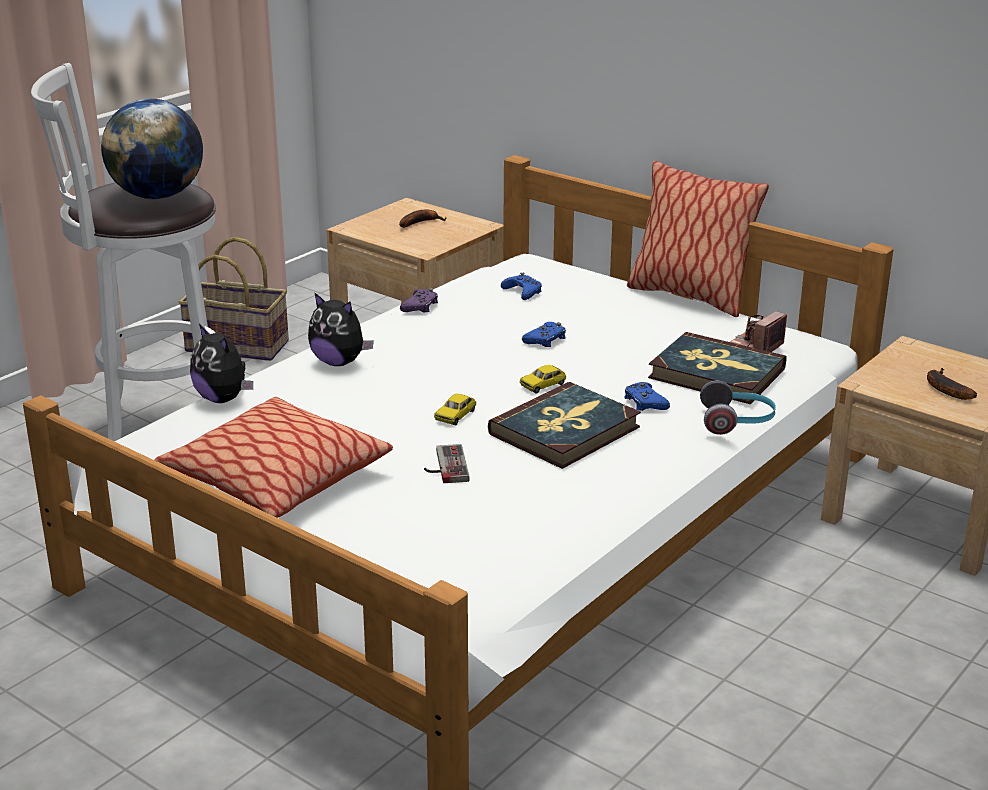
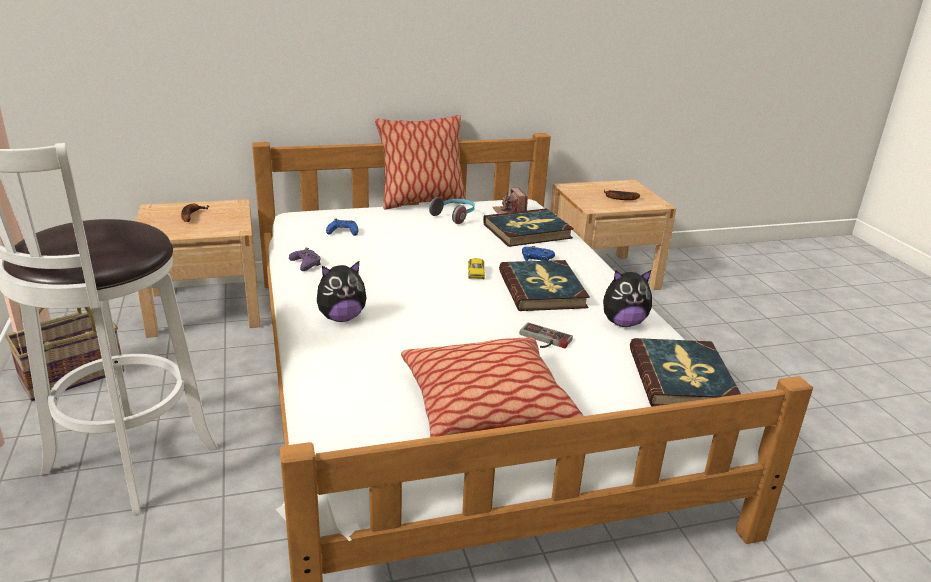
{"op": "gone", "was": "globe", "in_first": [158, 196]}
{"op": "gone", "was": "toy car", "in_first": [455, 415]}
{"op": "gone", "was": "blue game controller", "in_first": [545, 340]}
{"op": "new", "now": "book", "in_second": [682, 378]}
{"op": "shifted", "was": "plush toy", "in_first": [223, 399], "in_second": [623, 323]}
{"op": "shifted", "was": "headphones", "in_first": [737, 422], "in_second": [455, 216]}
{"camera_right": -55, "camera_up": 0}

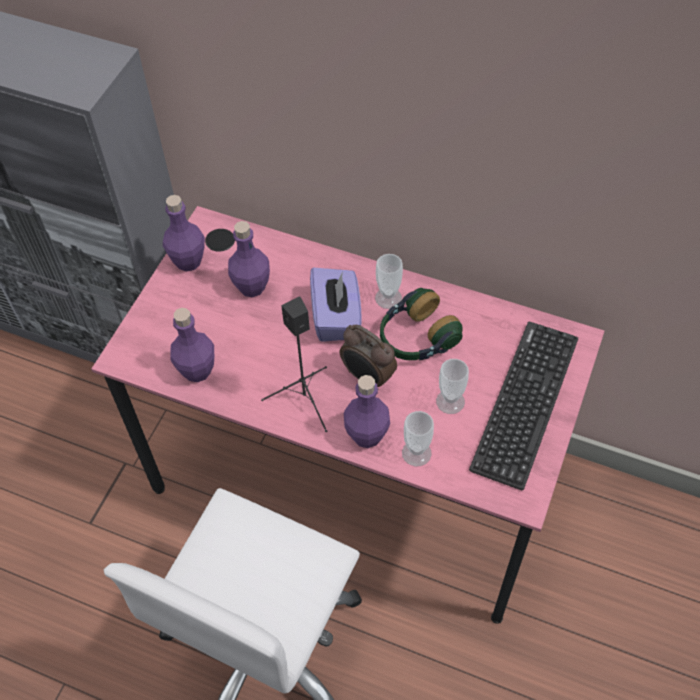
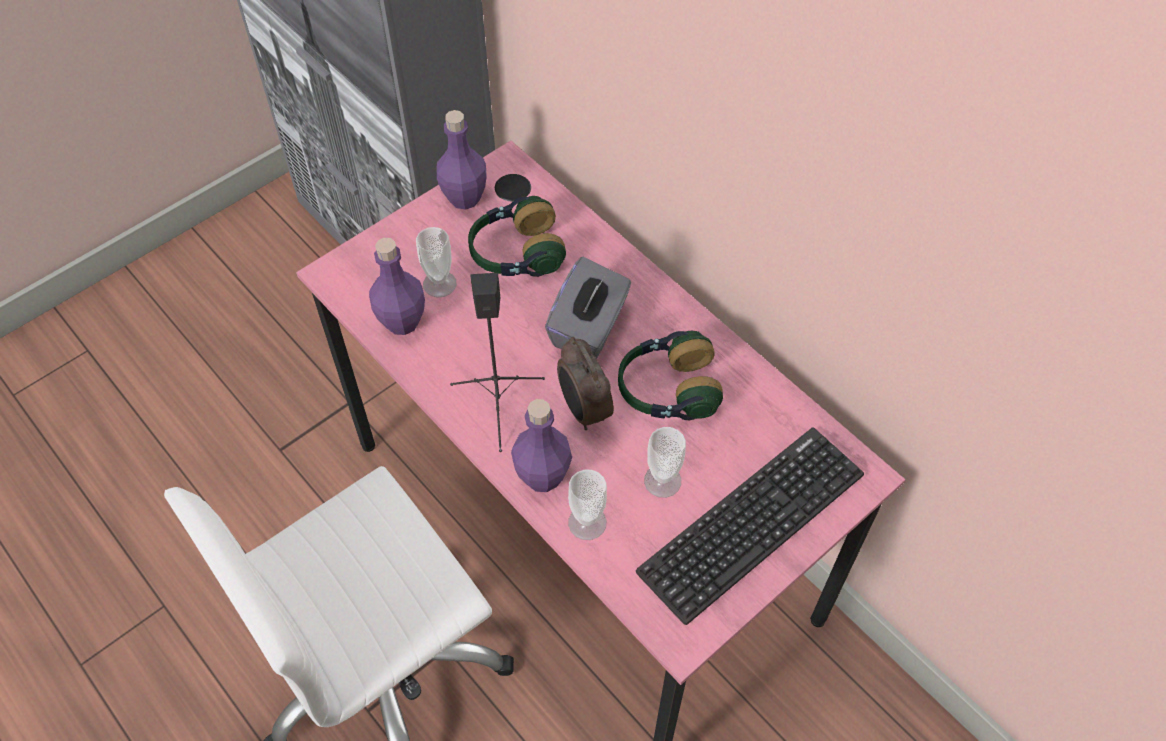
{"op": "shifted", "was": "cup", "in_first": [388, 298], "in_second": [439, 284]}
{"op": "swapped", "was": "purple bottle", "now": "headphones", "in_first": [252, 287], "in_second": [516, 253]}
{"op": "repainted", "was": "purple tissue box", "now": "grey tissue box", "in_first": [336, 317], "in_second": [589, 327]}
{"camera_right": 25, "camera_up": 0}

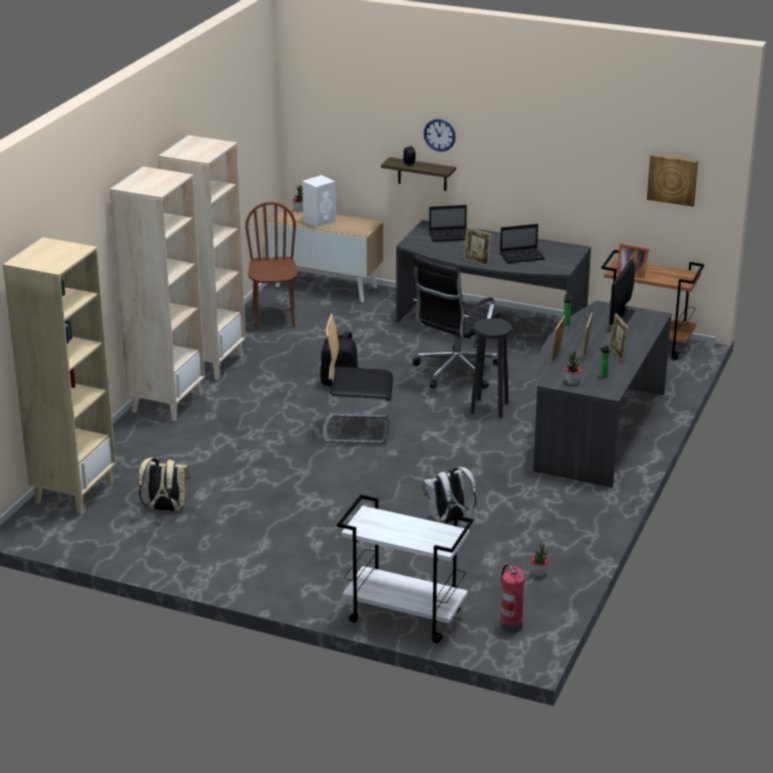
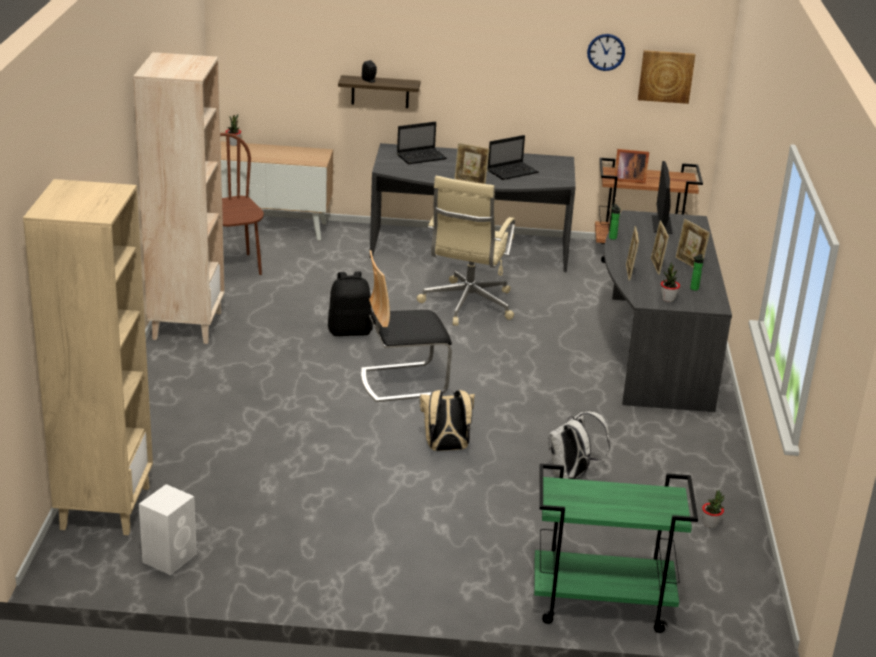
{"op": "gone", "was": "beige bookcase", "in_first": [167, 402]}
{"op": "gone", "was": "black stool", "in_first": [489, 408]}
{"op": "gone", "was": "fire extinguisher", "in_first": [510, 625]}
{"op": "shifted", "was": "beige backpack", "in_first": [165, 509], "in_second": [446, 448]}
{"op": "shifted", "was": "white speaker", "in_first": [320, 221], "in_second": [170, 557]}
{"op": "shifted", "was": "wall clock", "in_first": [439, 135], "in_second": [606, 52]}
{"op": "repainted", "was": "white cart", "now": "green cart", "in_first": [403, 616], "in_second": [600, 605]}
{"op": "repainted", "was": "black office chair", "now": "beige office chair", "in_first": [454, 372], "in_second": [467, 305]}
{"camera_right": -20, "camera_up": 0}

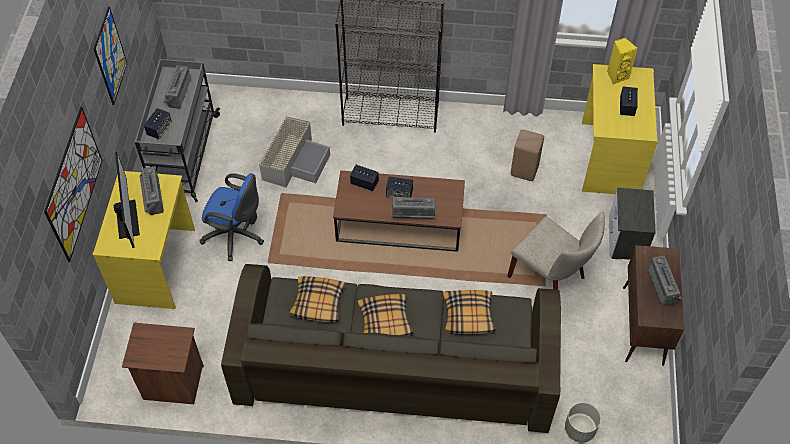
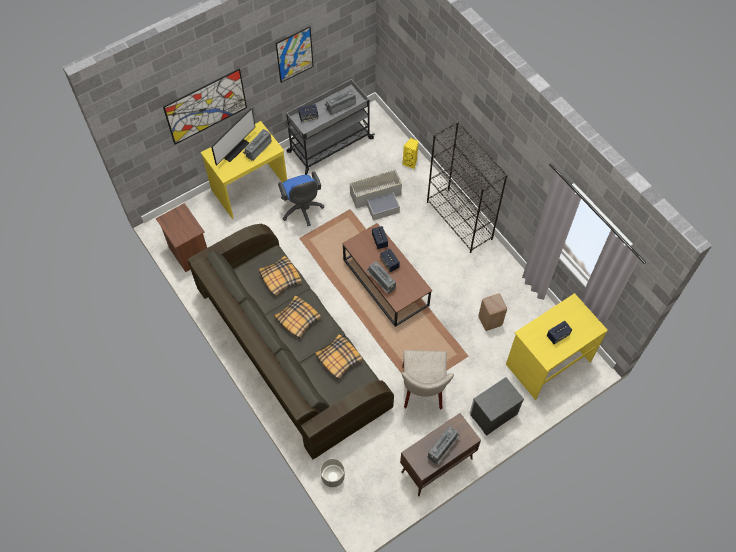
{"op": "shifted", "was": "yellow speaker", "in_first": [616, 76], "in_second": [410, 162]}
{"camera_right": 50, "camera_up": 5}

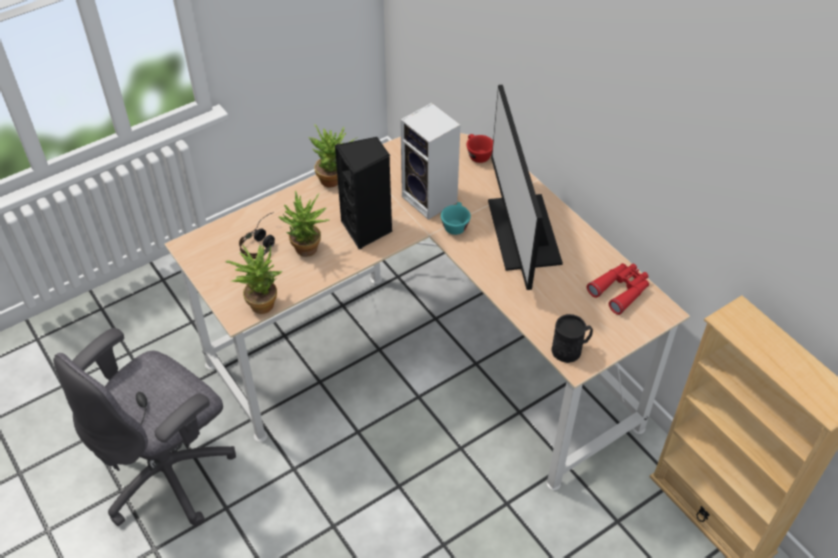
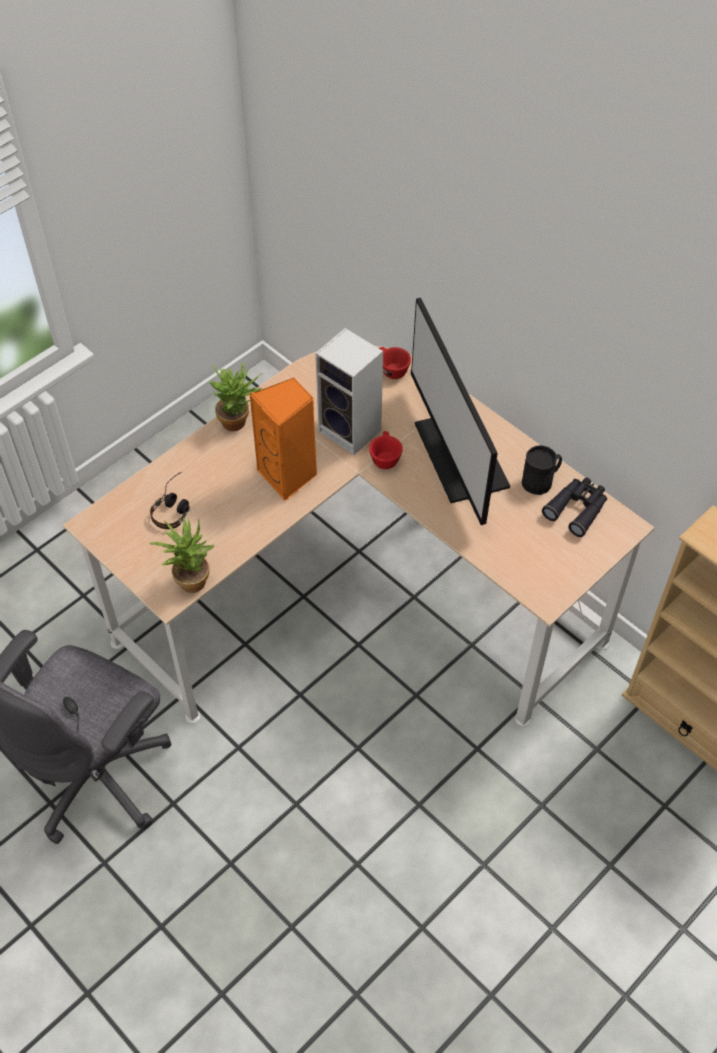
{"op": "gone", "was": "potted plant", "in_first": [307, 252]}
{"op": "shifted", "was": "black mug", "in_first": [570, 349], "in_second": [540, 481]}
{"op": "repainted", "was": "black speaker", "now": "orange speaker", "in_first": [367, 229], "in_second": [289, 476]}
{"op": "repainted", "was": "turquoise cup", "now": "red cup", "in_first": [455, 225], "in_second": [384, 457]}
{"op": "repainted", "was": "red binoculars", "now": "black binoculars", "in_first": [620, 290], "in_second": [577, 508]}
{"camera_right": -10, "camera_up": 5}

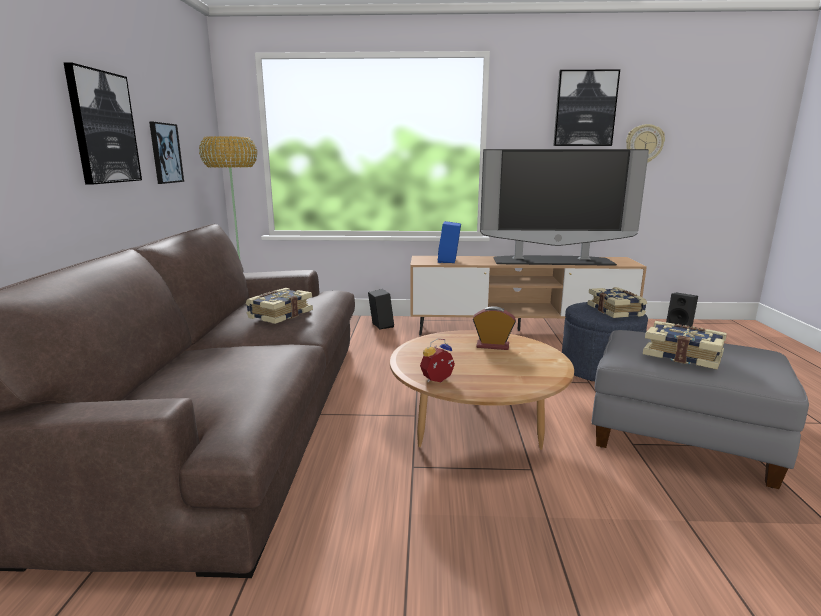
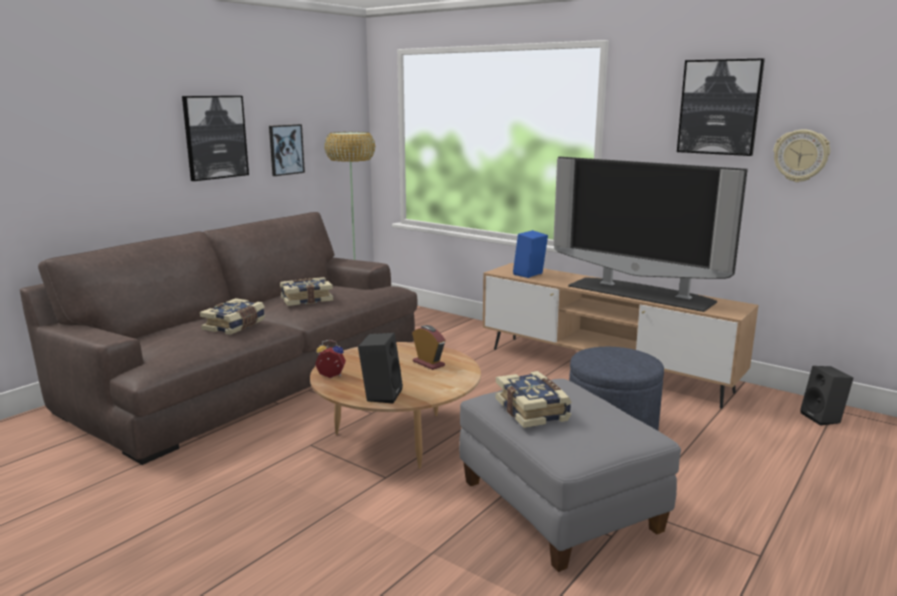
{"op": "shifted", "was": "black speaker", "in_first": [380, 325], "in_second": [381, 394]}
{"op": "shifted", "was": "book", "in_first": [616, 311], "in_second": [235, 326]}
{"camera_right": 35, "camera_up": 0}

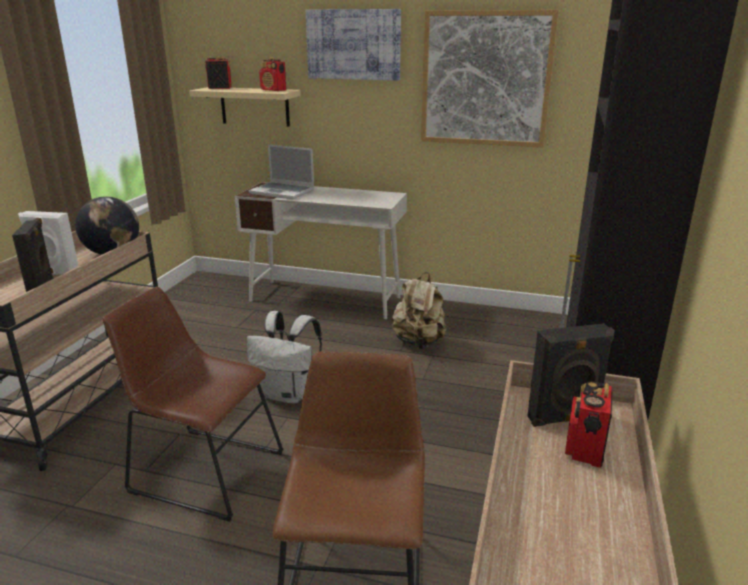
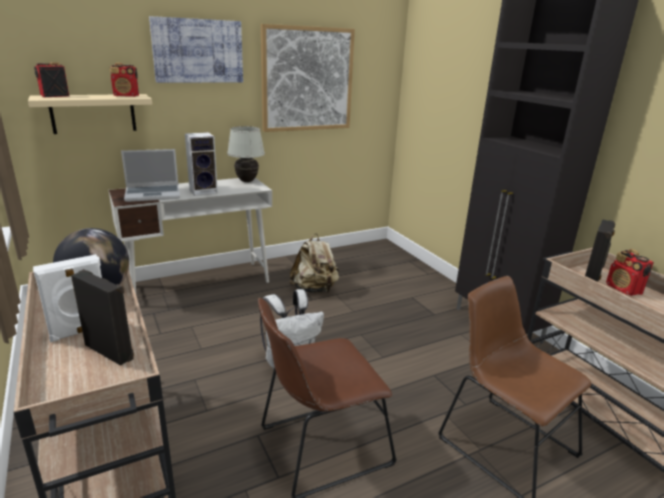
{"op": "new", "now": "speaker", "in_second": [204, 191]}
{"op": "new", "now": "white table lamp", "in_second": [247, 181]}
{"camera_right": -45, "camera_up": 0}

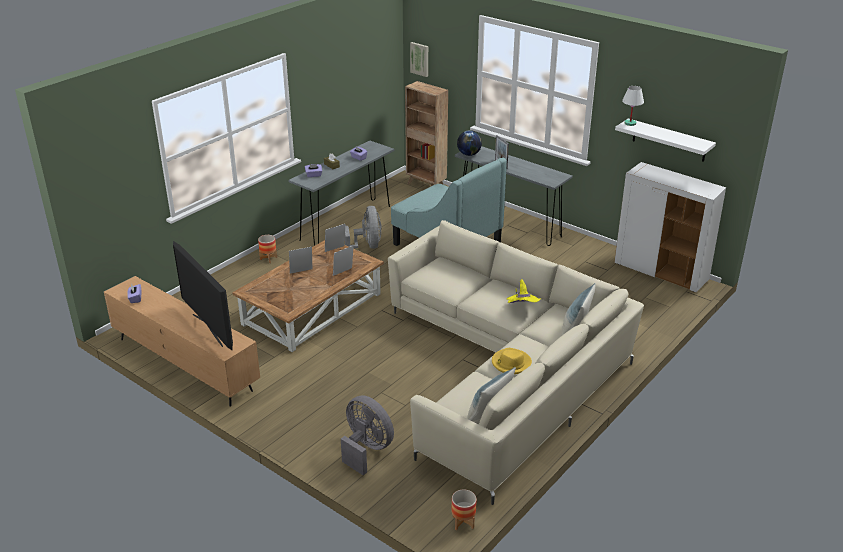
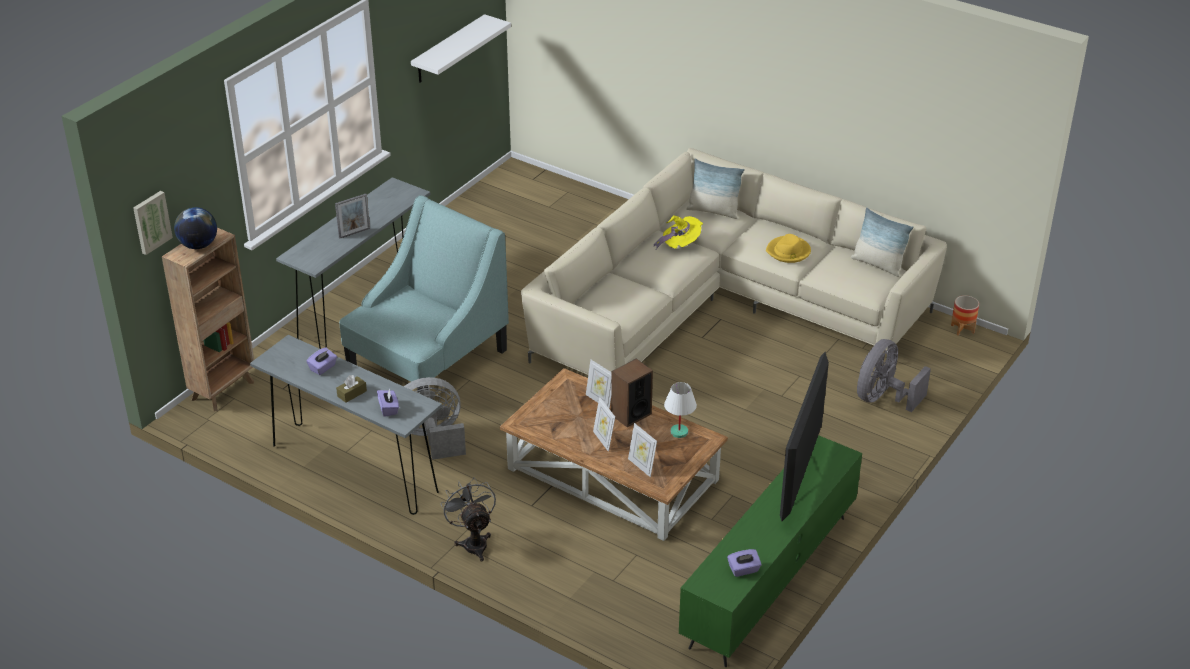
{"op": "gone", "was": "white cabinet", "in_first": [661, 272]}
{"op": "new", "now": "speaker", "in_second": [631, 414]}
{"op": "shifted", "was": "picture frame", "in_first": [335, 250], "in_second": [642, 466]}
{"op": "shifted", "was": "globe", "in_first": [469, 154], "in_second": [198, 245]}
{"op": "shifted", "was": "white table lamp", "in_first": [630, 123], "in_second": [679, 432]}
{"op": "swapped", "was": "planter", "now": "grey fan", "in_first": [268, 258], "in_second": [473, 542]}
{"op": "repainted", "was": "brown tv stand", "now": "green tv stand", "in_first": [185, 364], "in_second": [769, 580]}
{"op": "rotated", "was": "television", "in_first": [208, 329], "in_second": [800, 479], "clockwise": 150}
{"camera_right": -95, "camera_up": 5}

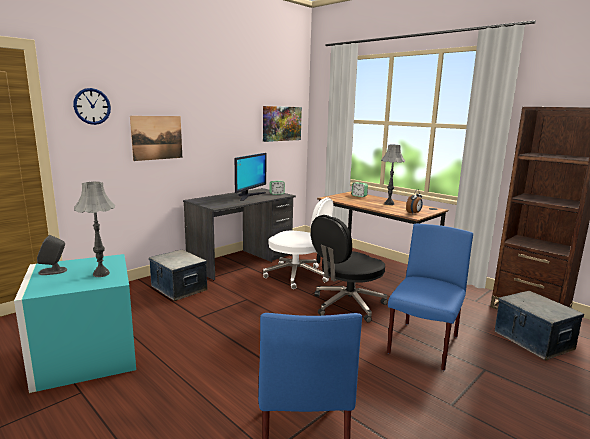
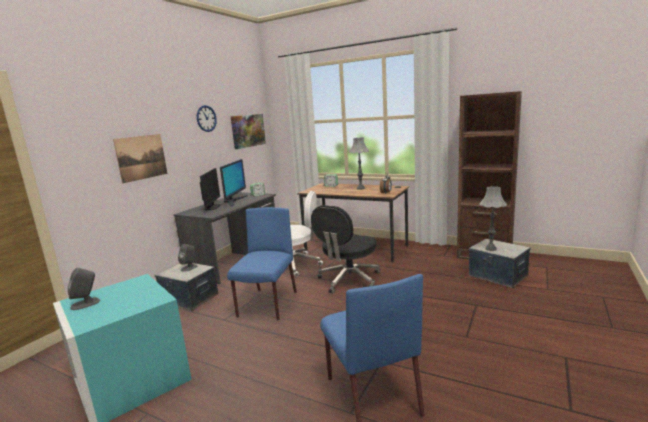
{"op": "new", "now": "grey speaker", "in_second": [189, 268]}
{"op": "new", "now": "monitor", "in_second": [212, 207]}
{"op": "shifted", "was": "wall clock", "in_first": [92, 106], "in_second": [206, 118]}
{"op": "shifted", "was": "grey table lamp", "in_first": [101, 274], "in_second": [490, 249]}
{"op": "shifted", "was": "blue chair", "in_first": [423, 345], "in_second": [267, 305]}
{"camera_right": -15, "camera_up": 0}

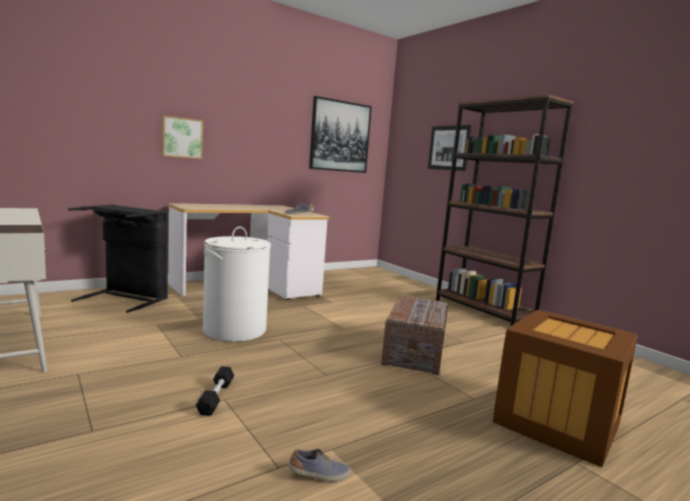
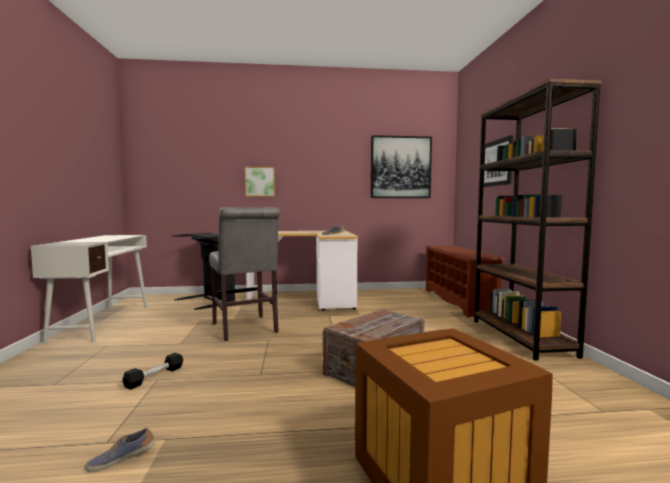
{"op": "new", "now": "brown shoe rack", "in_second": [459, 301]}
{"op": "swapped", "was": "white laundry basket", "now": "grey chair", "in_first": [234, 330], "in_second": [245, 329]}
{"op": "rotated", "was": "shoe", "in_first": [319, 475], "in_second": [121, 459], "clockwise": 135}
{"camera_right": 30, "camera_up": -5}

